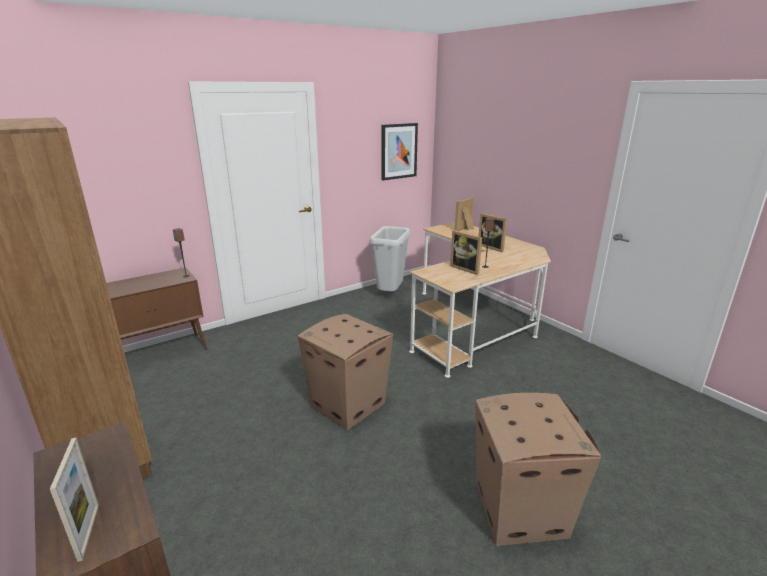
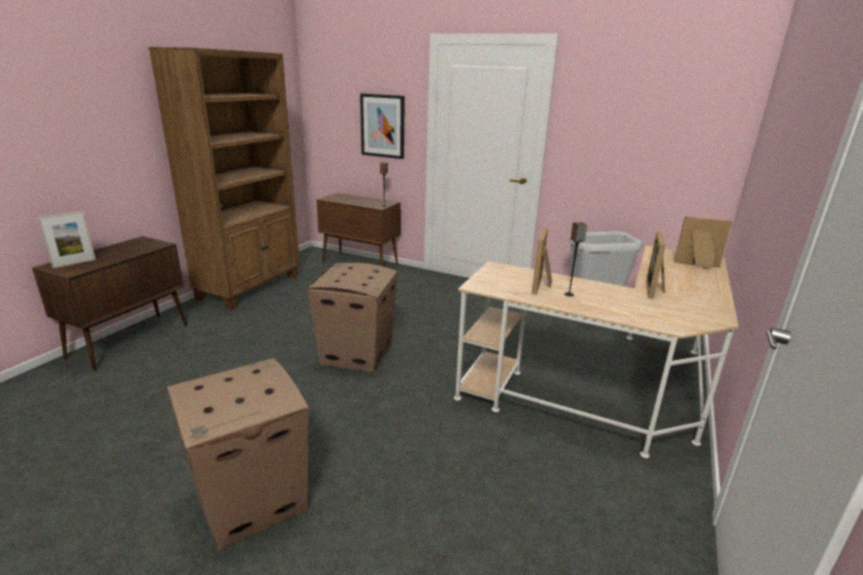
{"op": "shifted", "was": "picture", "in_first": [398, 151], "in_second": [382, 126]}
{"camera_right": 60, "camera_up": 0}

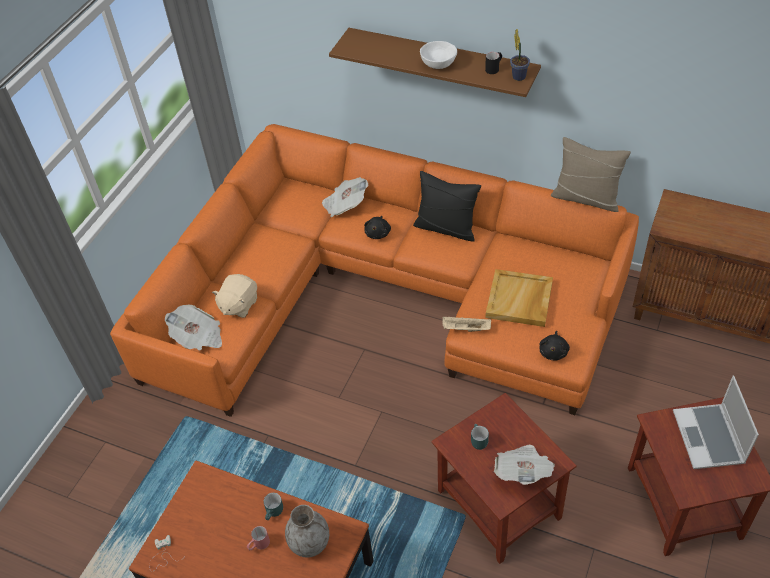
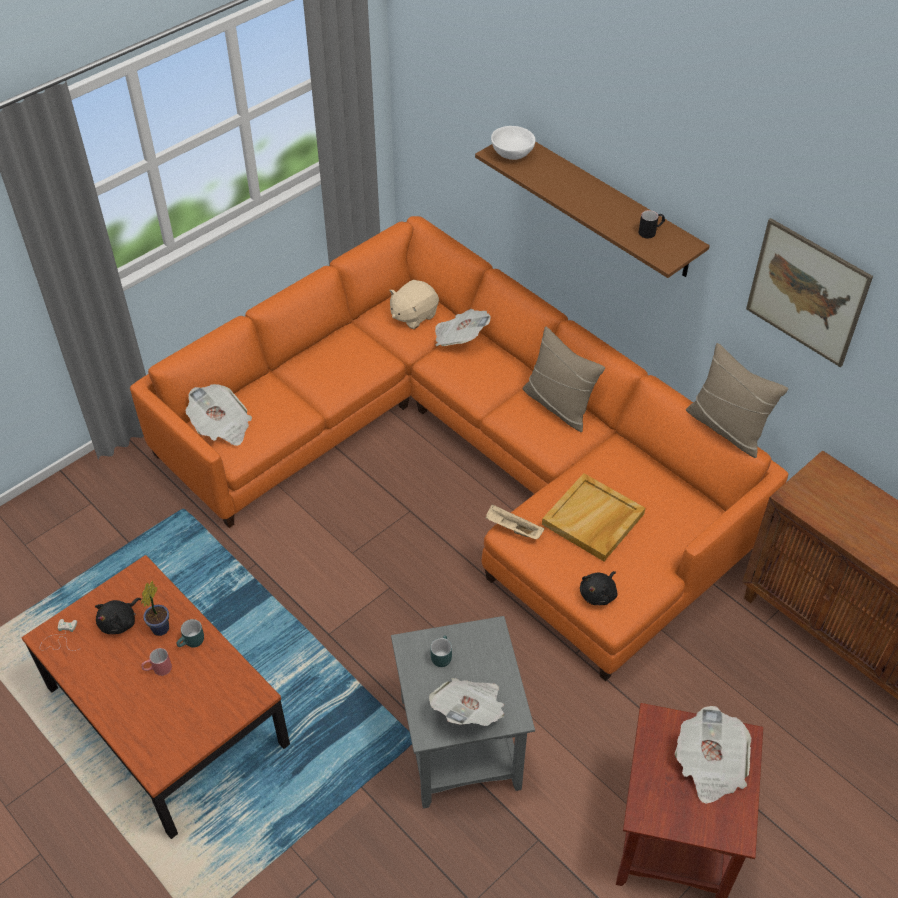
{"op": "gone", "was": "grey vase", "in_first": [310, 543]}
{"op": "new", "now": "picture", "in_second": [807, 292]}
{"op": "shifted", "was": "beige plush toy", "in_first": [238, 305], "in_second": [413, 315]}
{"op": "shifted", "was": "black plush toy", "in_first": [378, 233], "in_second": [120, 622]}
{"op": "shifted", "was": "white bowl", "in_first": [438, 64], "in_second": [512, 154]}
{"op": "shifted", "was": "potted plant", "in_first": [518, 76], "in_second": [161, 626]}
{"op": "swapped", "was": "laptop", "now": "newspaper", "in_first": [709, 438], "in_second": [710, 765]}
{"op": "repainted", "was": "black pillow", "now": "beige pillow", "in_first": [446, 228], "in_second": [559, 405]}
{"op": "repainted", "was": "brown side table", "now": "grey side table", "in_first": [500, 503], "in_second": [462, 743]}
{"camera_right": 20, "camera_up": 0}

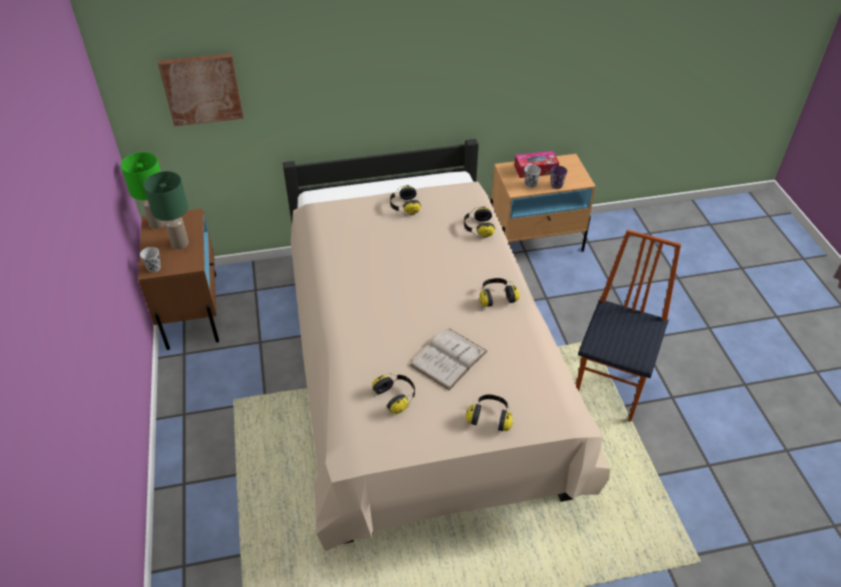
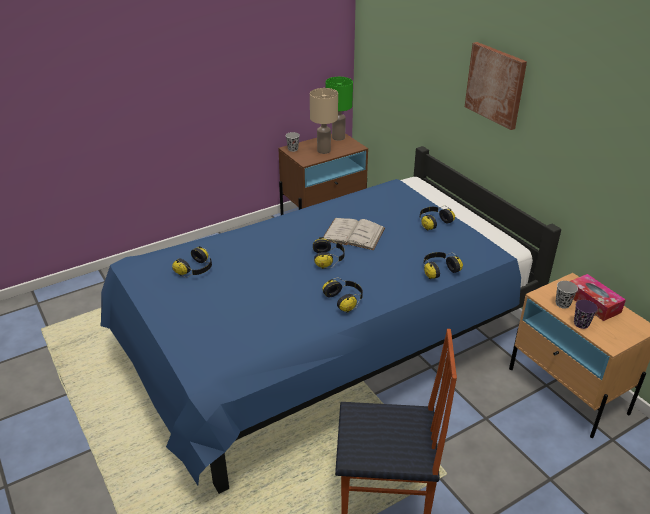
{"op": "shifted", "was": "picture", "in_first": [202, 89], "in_second": [495, 85]}
{"op": "shifted", "was": "white book", "in_first": [448, 358], "in_second": [353, 234]}
{"op": "shifted", "was": "headphones", "in_first": [490, 417], "in_second": [329, 259]}
{"op": "repainted", "was": "green table lamp", "now": "beige table lamp", "in_first": [179, 243], "in_second": [324, 150]}
{"op": "repainted", "was": "beige bed", "now": "blue bed", "in_first": [419, 374], "in_second": [324, 347]}
{"camera_right": 70, "camera_up": -10}

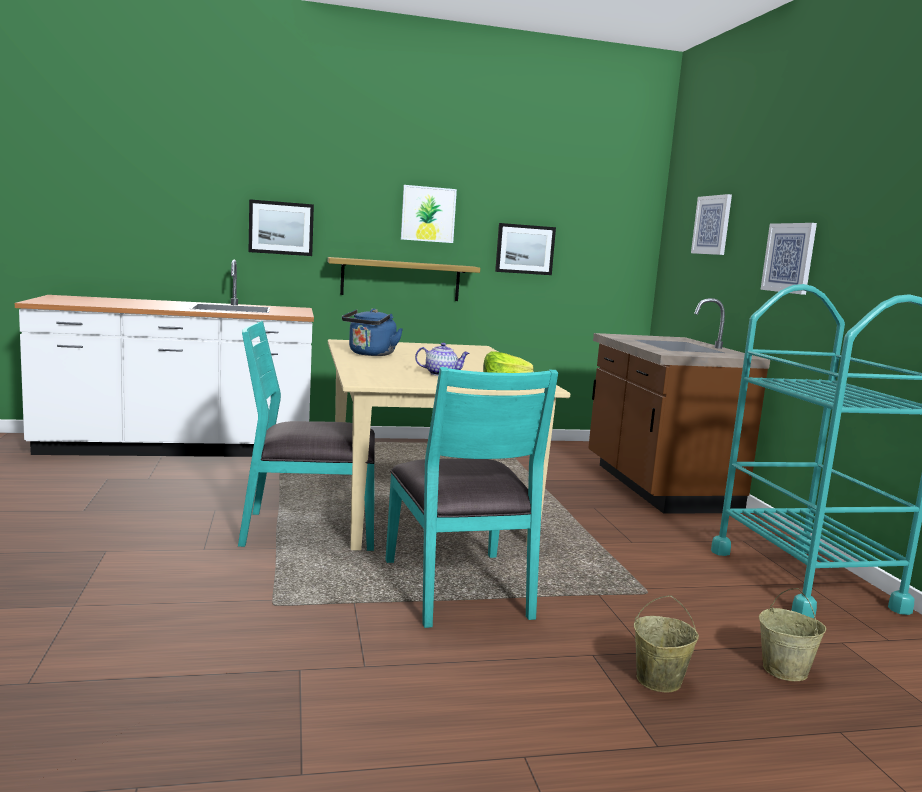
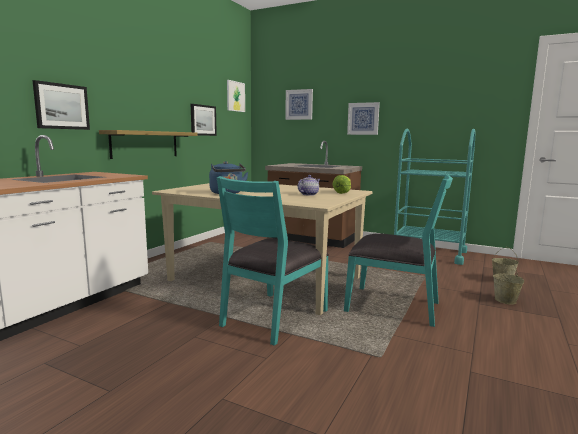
{"op": "shifted", "was": "picture", "in_first": [428, 214], "in_second": [235, 96]}
{"camera_right": -50, "camera_up": 0}

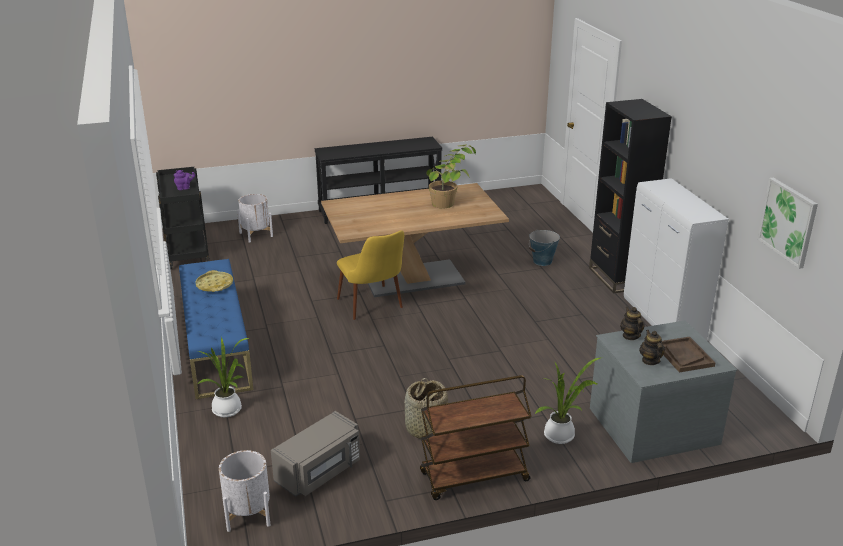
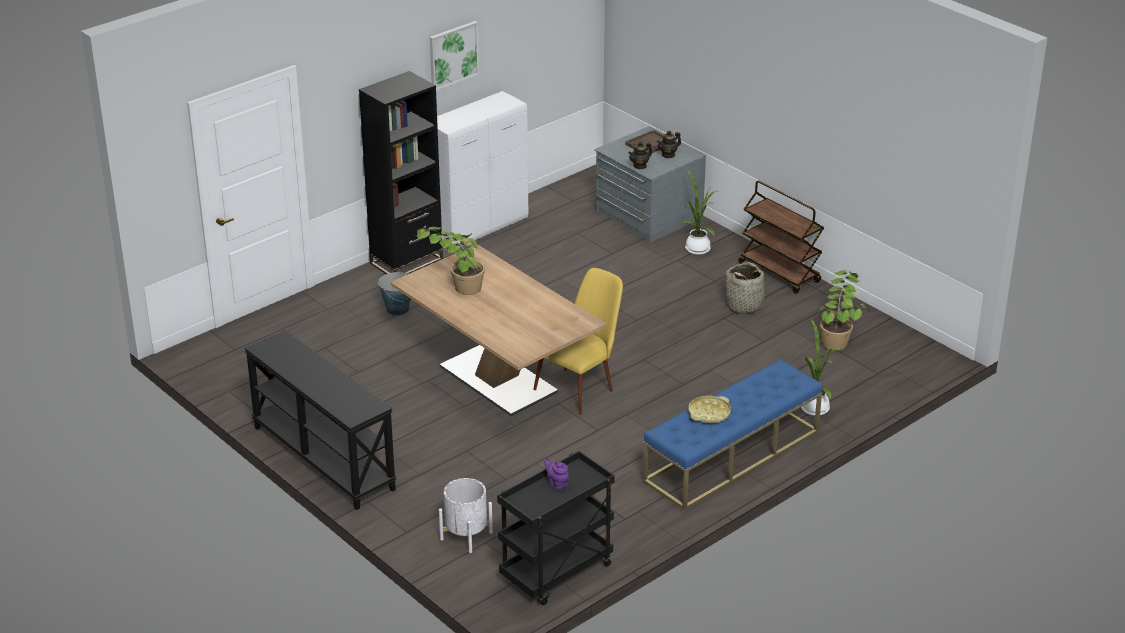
{"op": "gone", "was": "white planter", "in_first": [248, 514]}
{"op": "shifted", "was": "picture", "in_first": [788, 222], "in_second": [453, 55]}
{"op": "swapped", "was": "grey microwave", "now": "potted plant", "in_first": [320, 471], "in_second": [839, 336]}
{"camera_right": -115, "camera_up": 5}

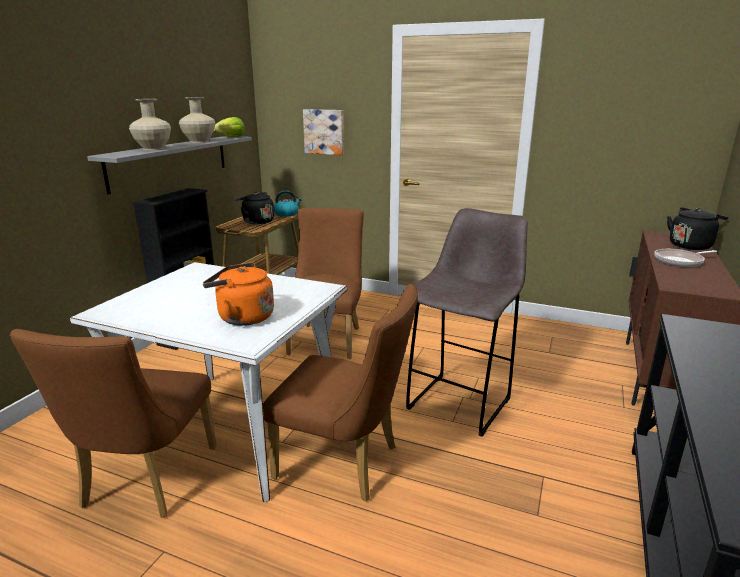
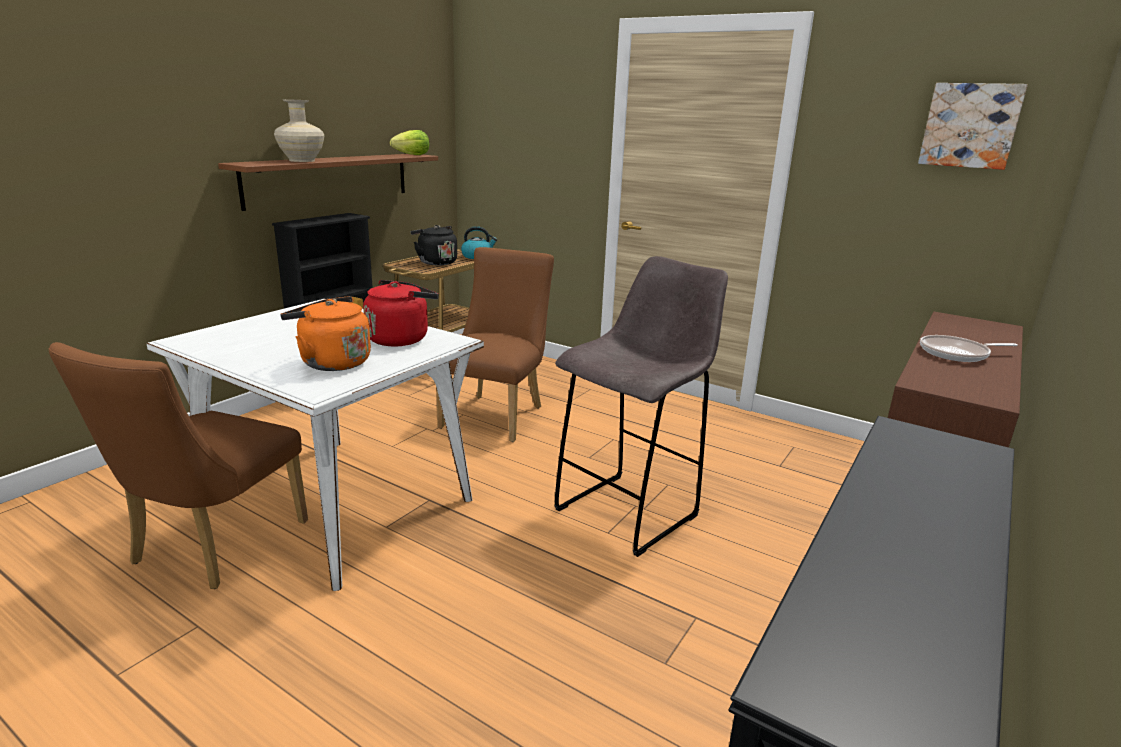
{"op": "gone", "was": "beige vase", "in_first": [199, 141]}
{"op": "gone", "was": "brown chair", "in_first": [345, 463]}
{"op": "gone", "was": "black kettle", "in_first": [691, 245]}
{"op": "new", "now": "red kettle", "in_second": [401, 338]}
{"op": "shifted", "was": "picture", "in_first": [324, 131], "in_second": [970, 125]}
{"op": "repainted", "was": "grey shelf", "now": "brown shelf", "in_first": [170, 161], "in_second": [330, 179]}
{"camera_right": 10, "camera_up": 0}

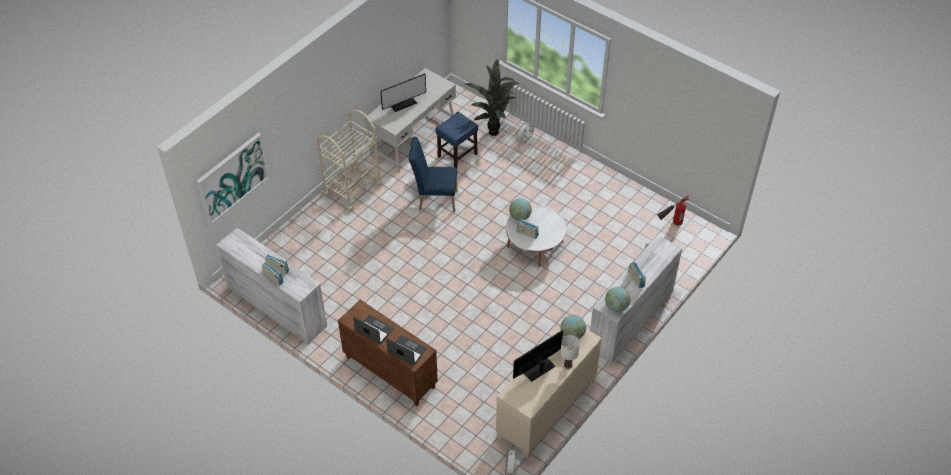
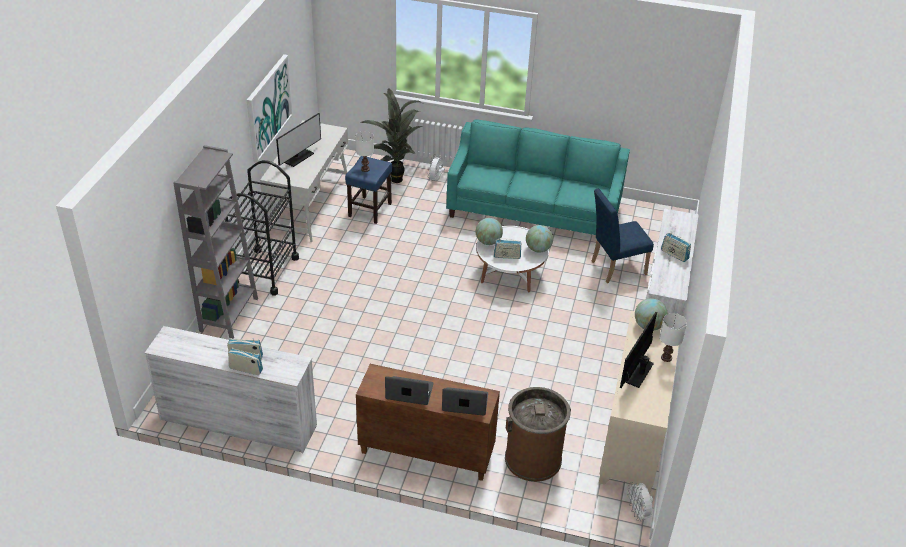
{"op": "gone", "was": "fire extinguisher", "in_first": [670, 225]}
{"op": "new", "now": "grey bookcase", "in_second": [229, 314]}
{"op": "new", "now": "white table lamp", "in_second": [365, 169]}
{"op": "new", "now": "turquoise sofa", "in_second": [534, 211]}
{"op": "new", "now": "brown trash can", "in_second": [533, 459]}
{"op": "shifted", "was": "picture", "in_first": [232, 178], "in_second": [268, 107]}
{"op": "shifted", "was": "blue chair", "in_first": [434, 199], "in_second": [614, 268]}
{"op": "shifted", "was": "globe", "in_first": [616, 306], "in_second": [538, 249]}
{"op": "repainted", "was": "beige cart", "now": "black cart", "in_first": [352, 189], "in_second": [265, 271]}
{"camera_right": -25, "camera_up": -10}

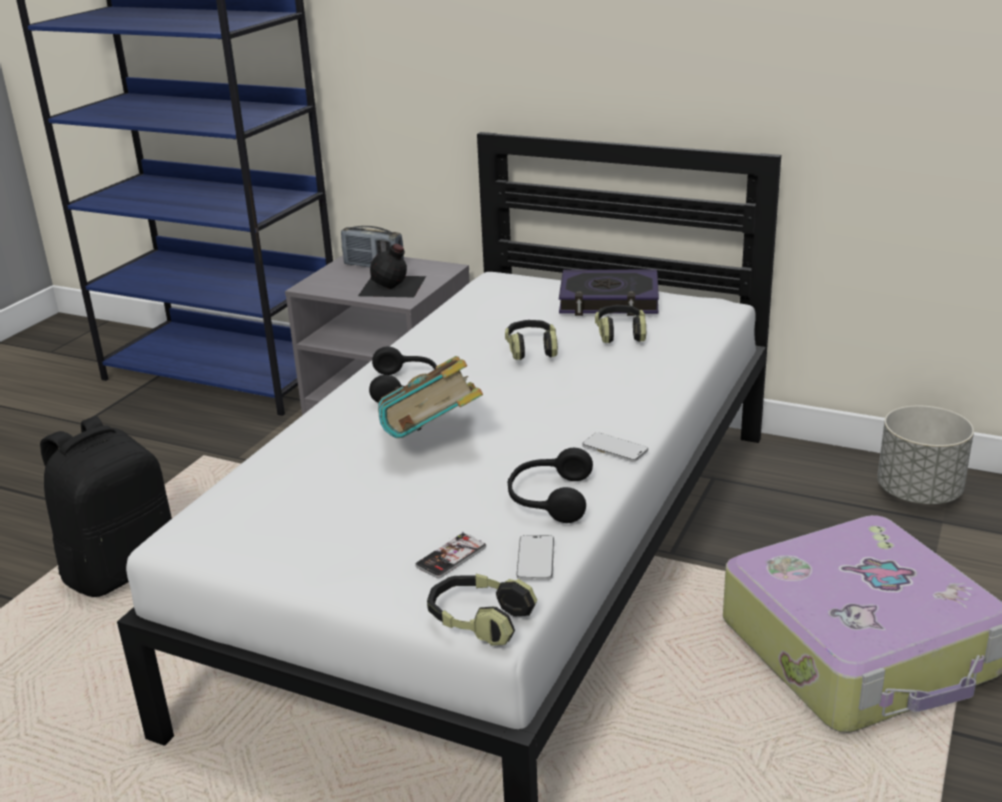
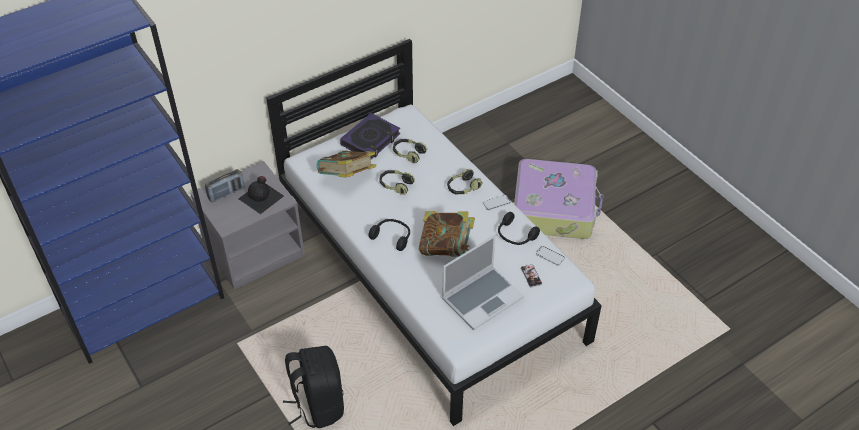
{"op": "gone", "was": "grey planter", "in_first": [919, 493]}
{"op": "new", "now": "book", "in_second": [347, 178]}
{"op": "new", "now": "laptop", "in_second": [482, 297]}
{"op": "shifted", "was": "headphones", "in_first": [479, 621], "in_second": [463, 188]}
{"camera_right": -60, "camera_up": 20}

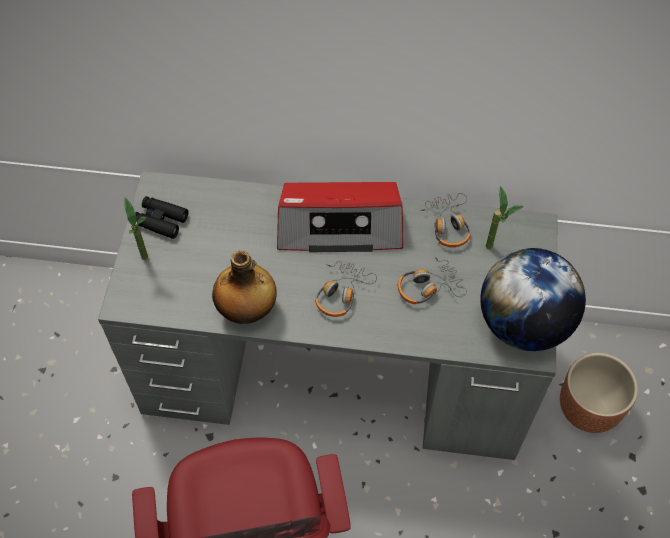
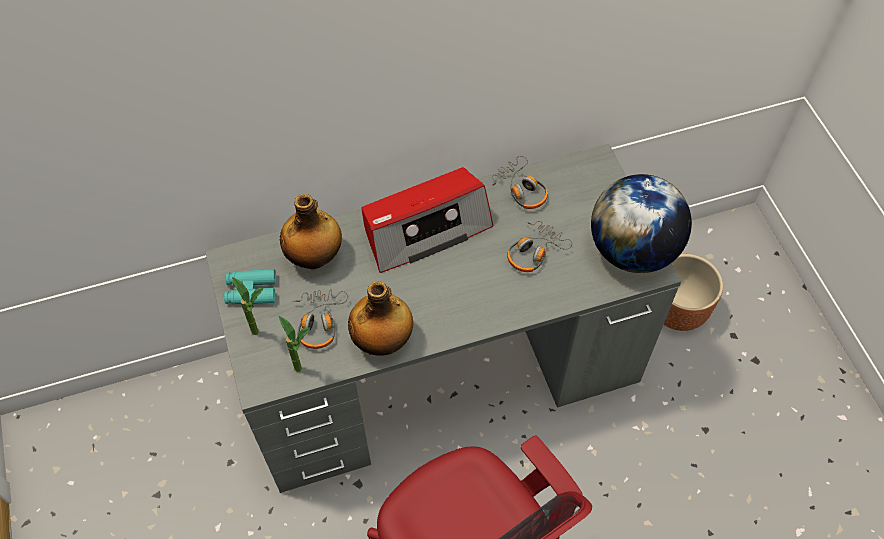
{"op": "new", "now": "bottle", "in_second": [315, 257]}
{"op": "shifted", "was": "headphones", "in_first": [341, 293], "in_second": [319, 322]}
{"op": "shifted", "was": "potted plant", "in_first": [494, 251], "in_second": [305, 371]}
{"op": "repainted", "was": "black binoculars", "now": "turquoise binoculars", "in_first": [160, 220], "in_second": [251, 291]}
{"camera_right": -25, "camera_up": 0}

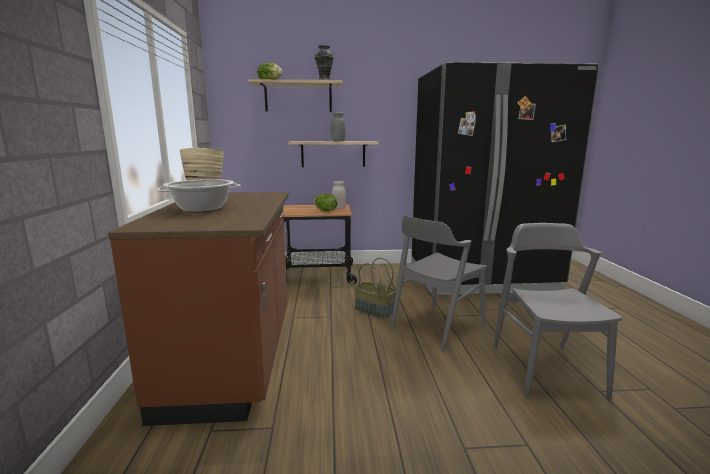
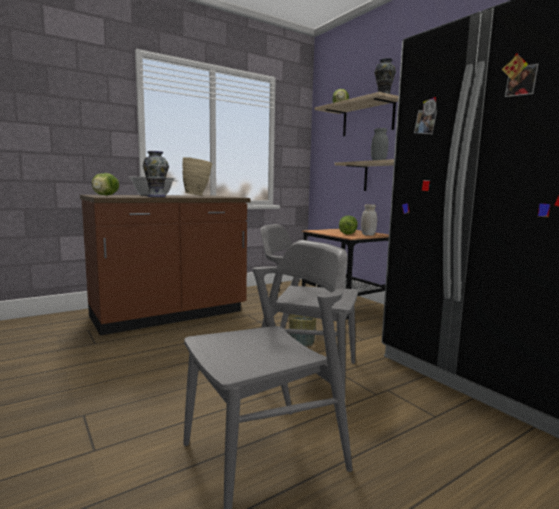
{"op": "new", "now": "lettuce", "in_second": [106, 195]}
{"op": "new", "now": "vase", "in_second": [156, 196]}
{"camera_right": 60, "camera_up": -5}

